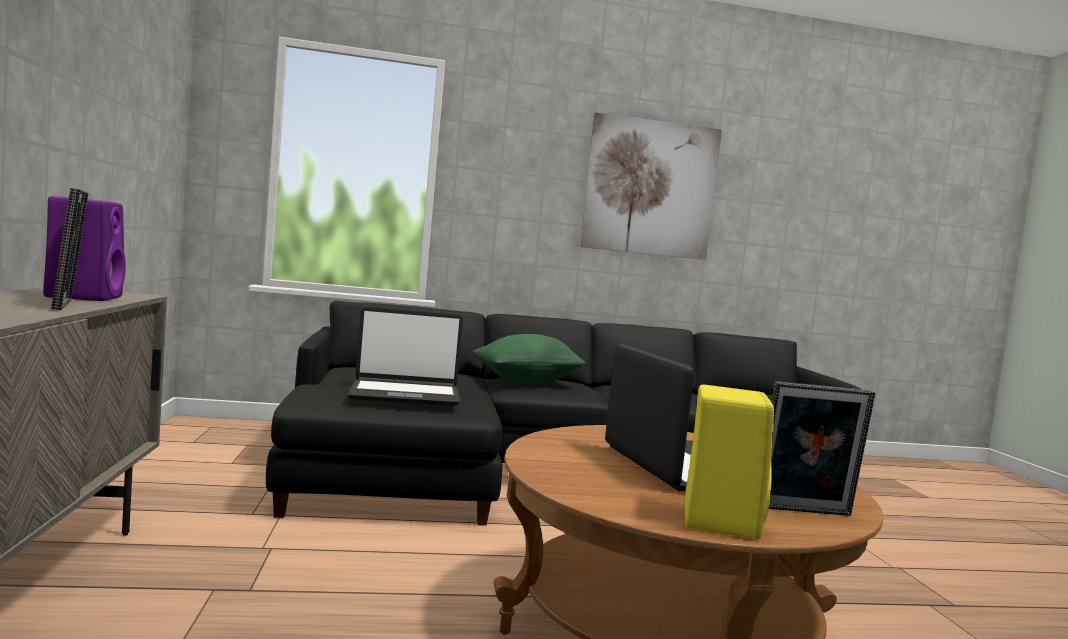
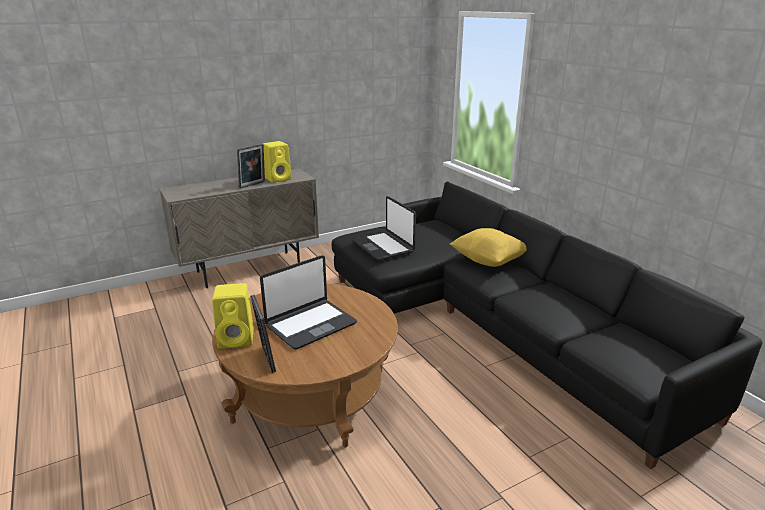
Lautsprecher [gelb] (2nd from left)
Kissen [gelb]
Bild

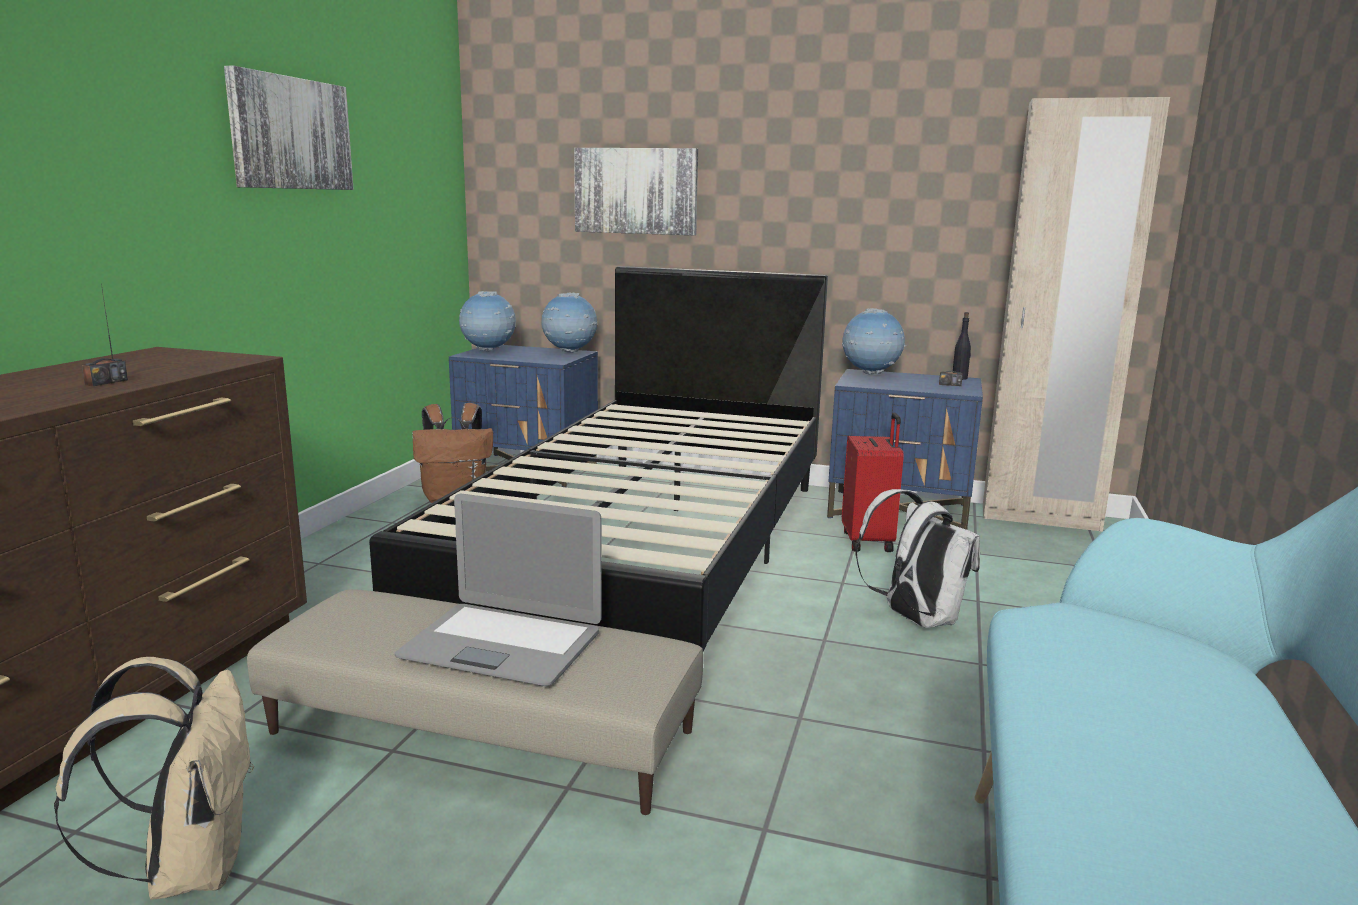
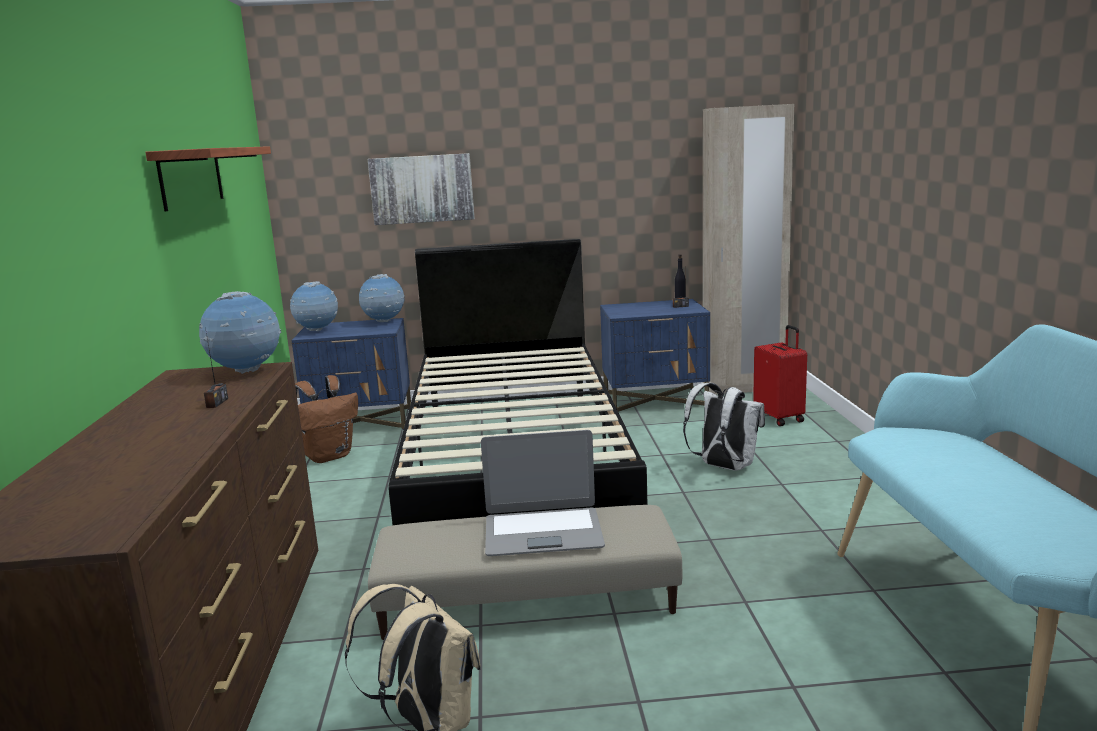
Wandregal
Globus (1st from left)
Koffer [rot]

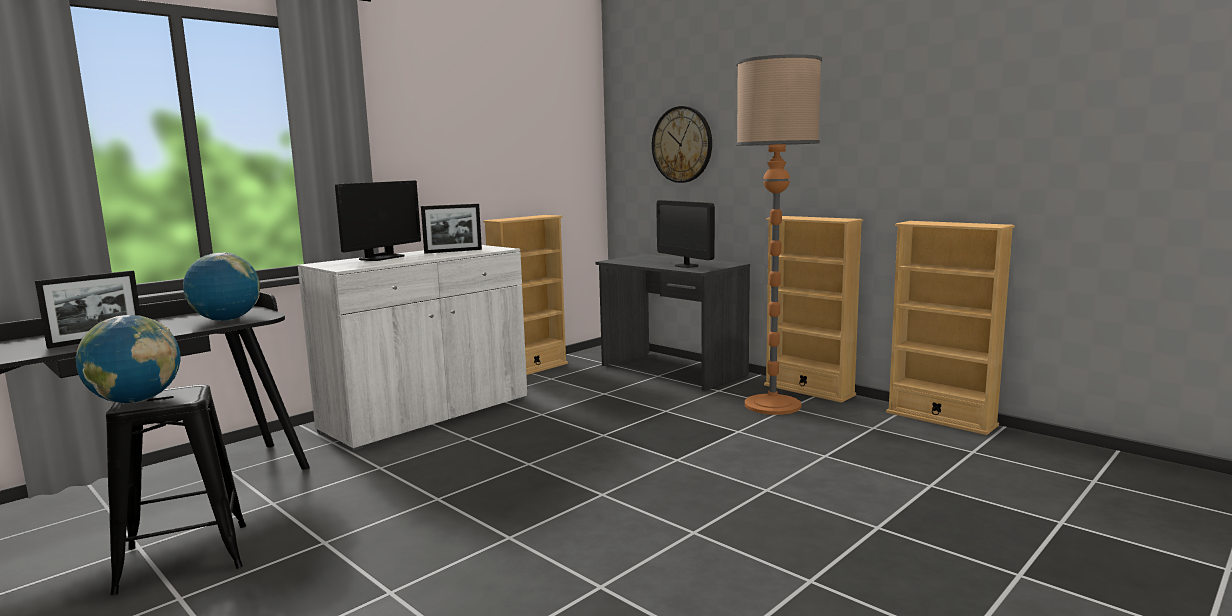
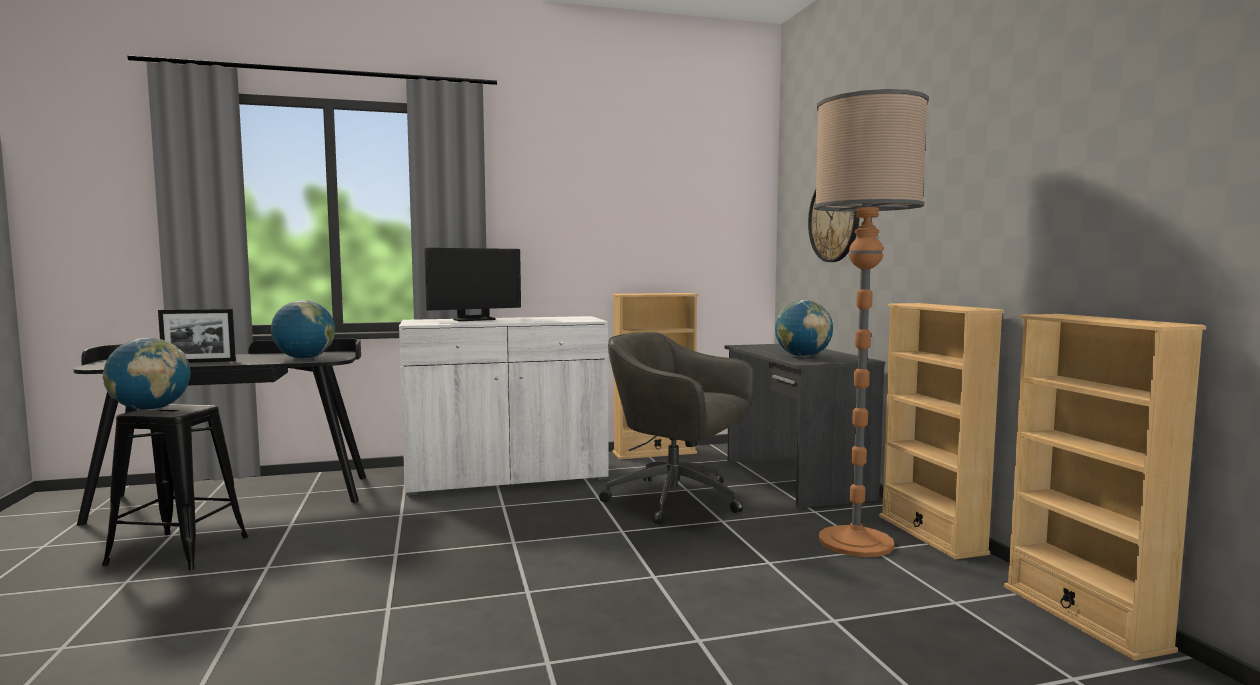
Bürostuhl [grau]
Globus (3rd from left)
Bilderrahmen (2nd from left in the first image)

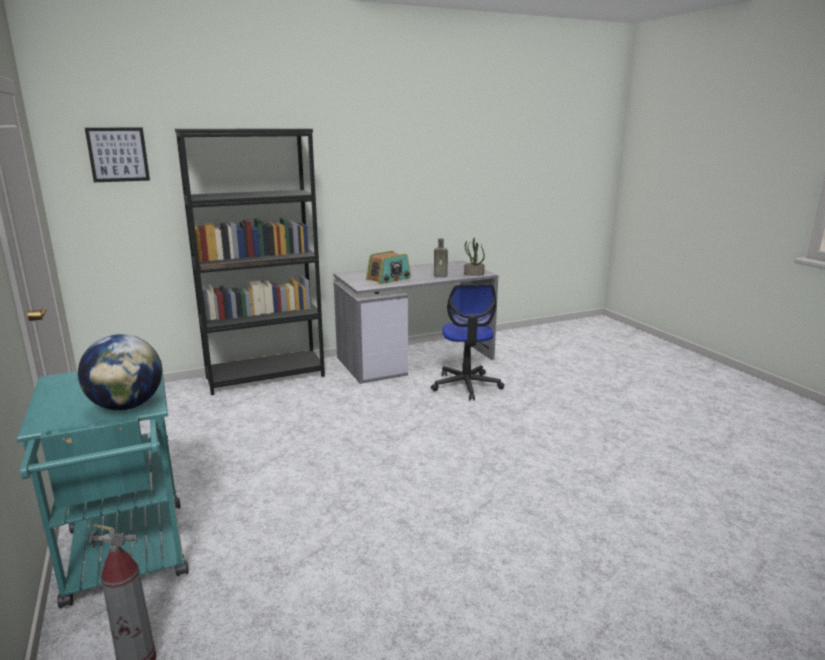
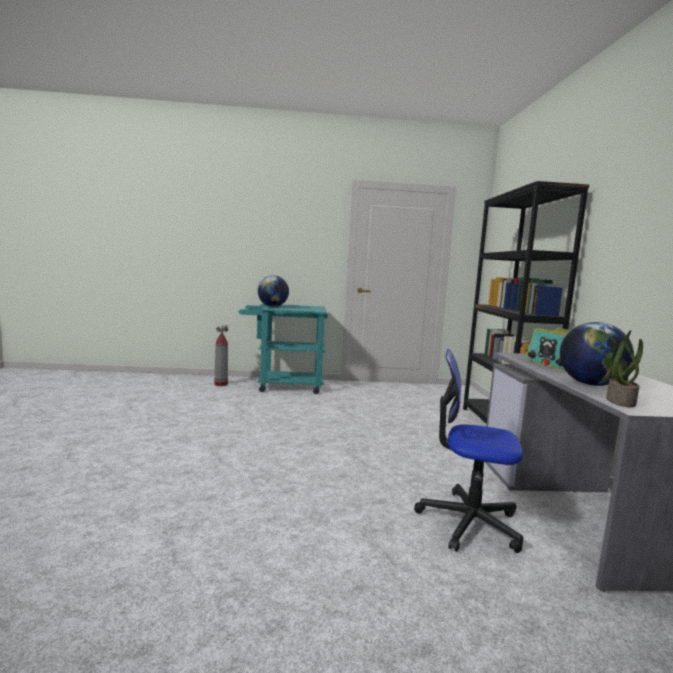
Globus (2nd from left)
Bild

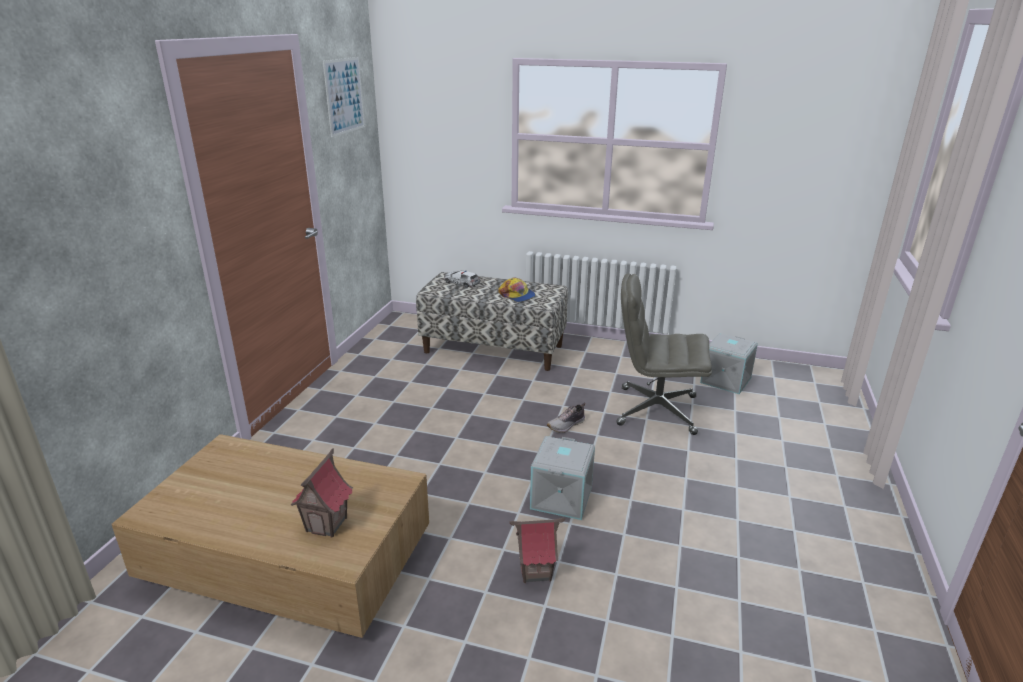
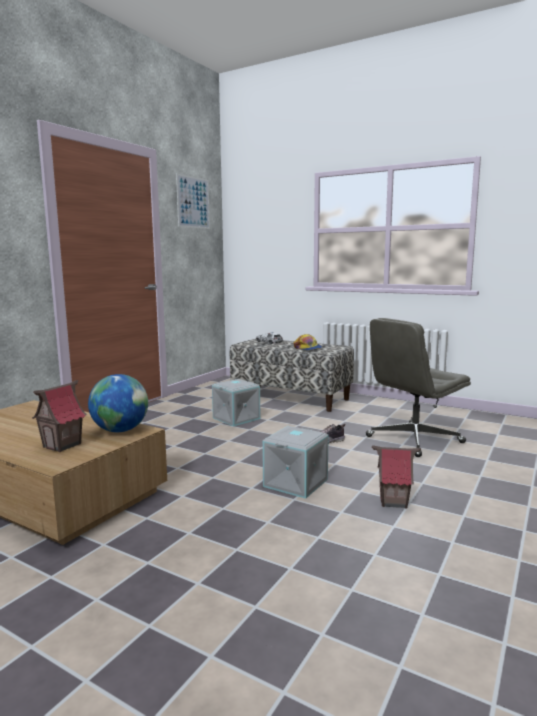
Globus
Aufbewahrungsbox [grau] (1st from left)
Bürostuhl [grau]
Spielzeughaus (2nd from left)

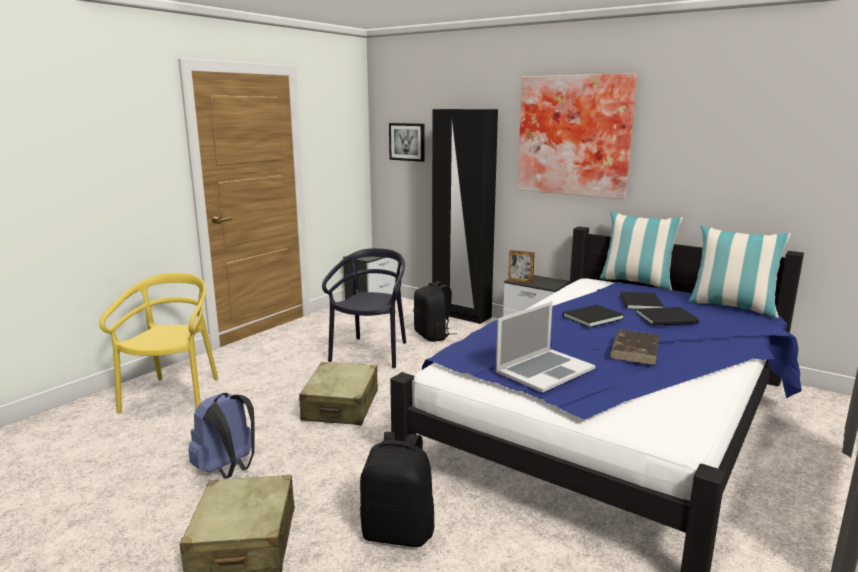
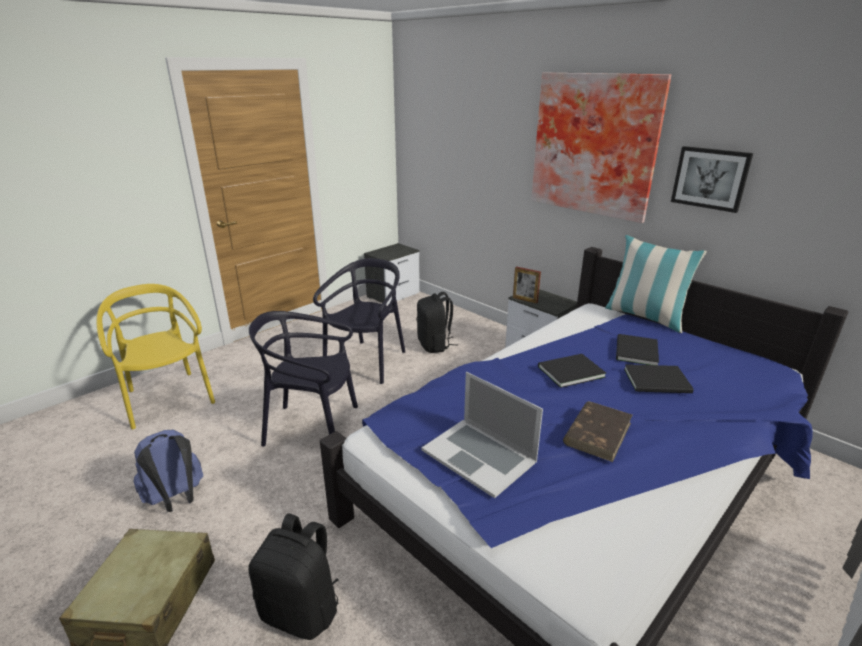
Stuhl [gelb]
Stuhl [schwarz] (1st from left)
Laptop
Bild (2nd from left)
Kleiderschrank [schwarz]
Kissen (2nd from left in the first image)

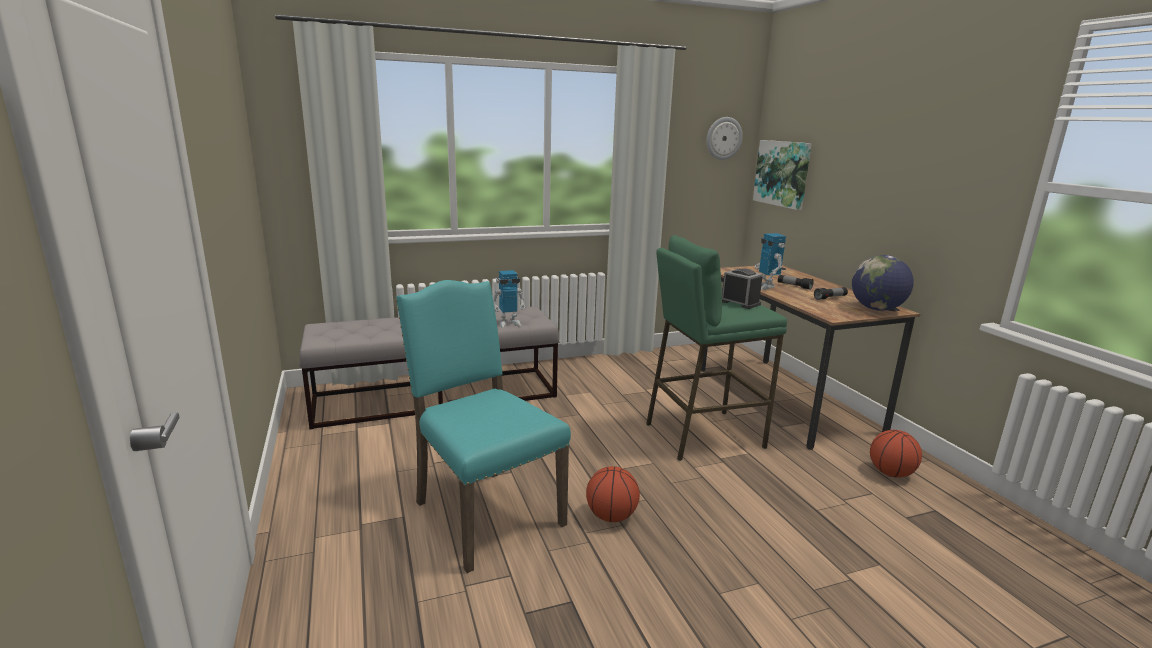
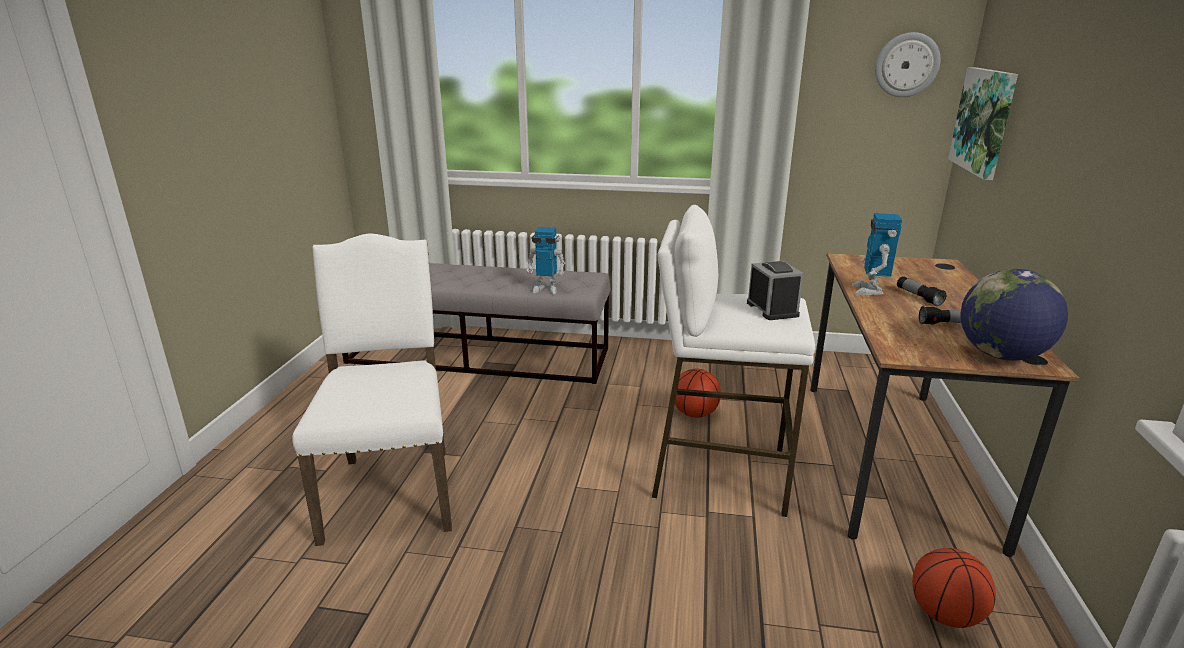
Stuhl [weiß]
Hocker [weiß]
Basketball (1st from left)

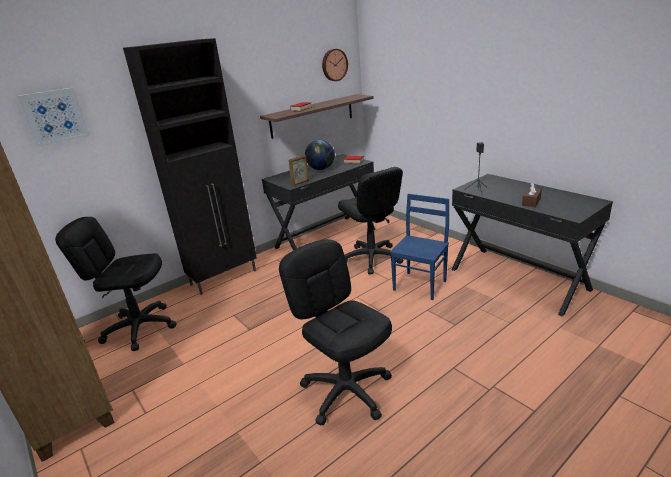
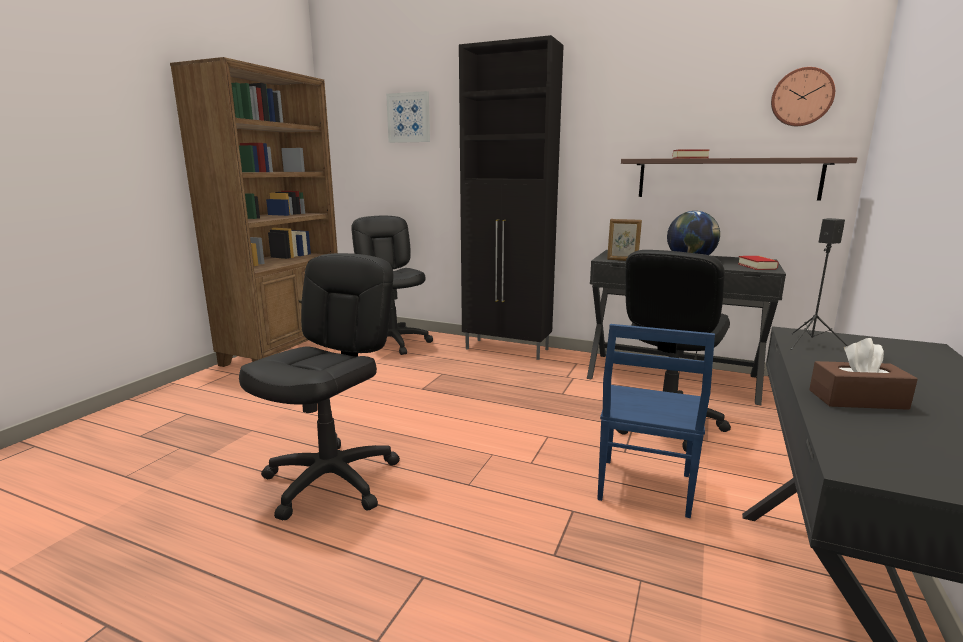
Stuhl [blau]

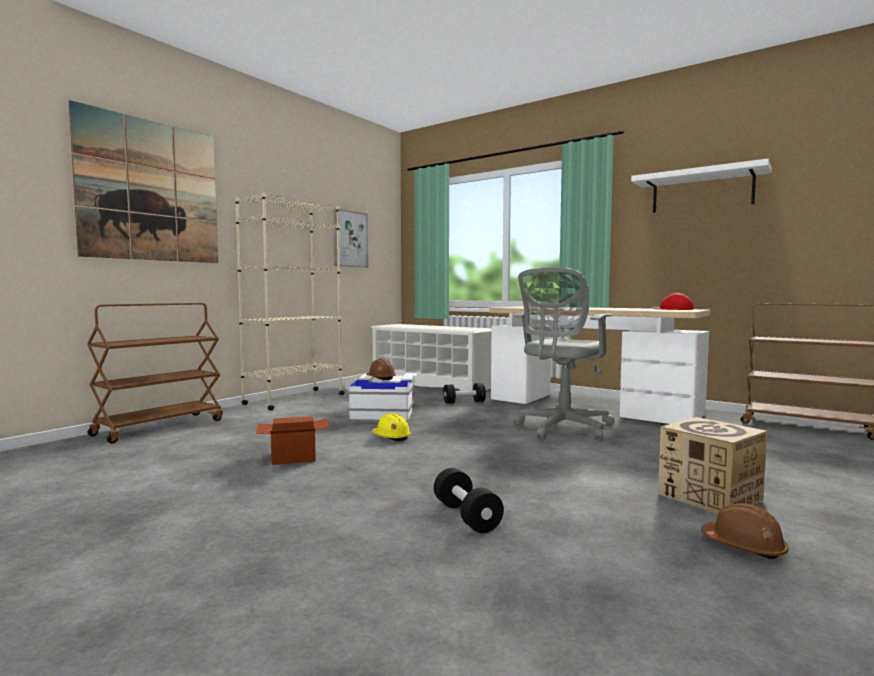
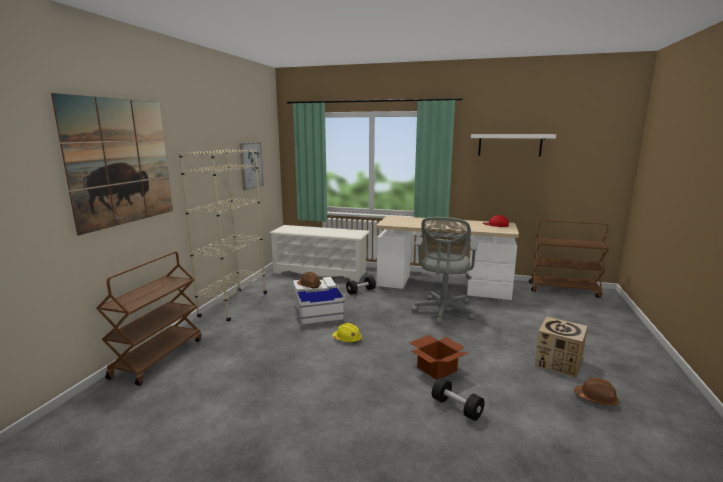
Karton (1st from left)

